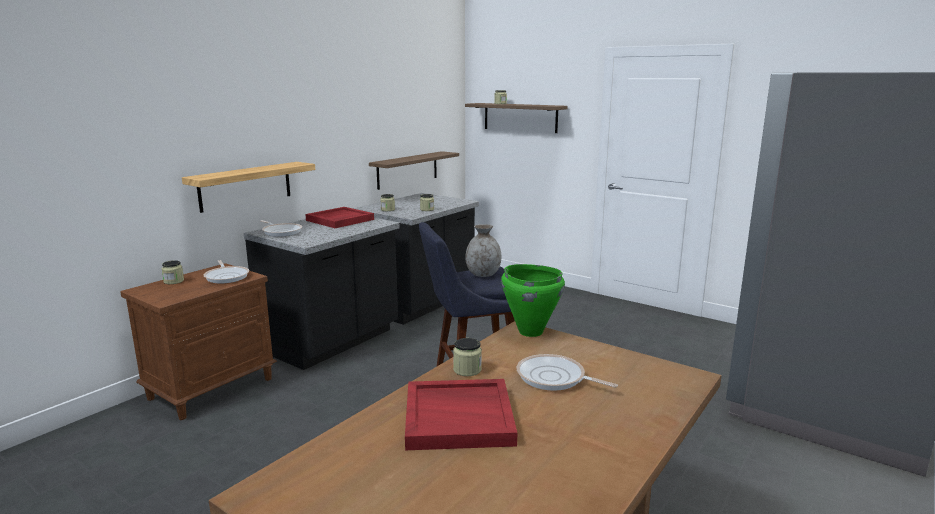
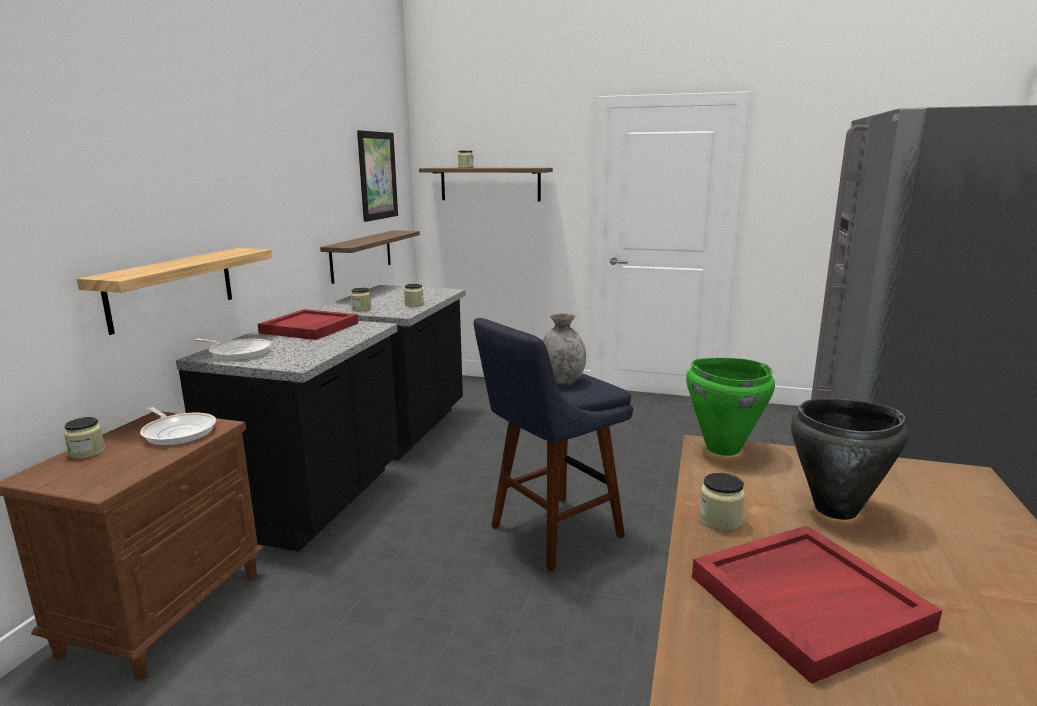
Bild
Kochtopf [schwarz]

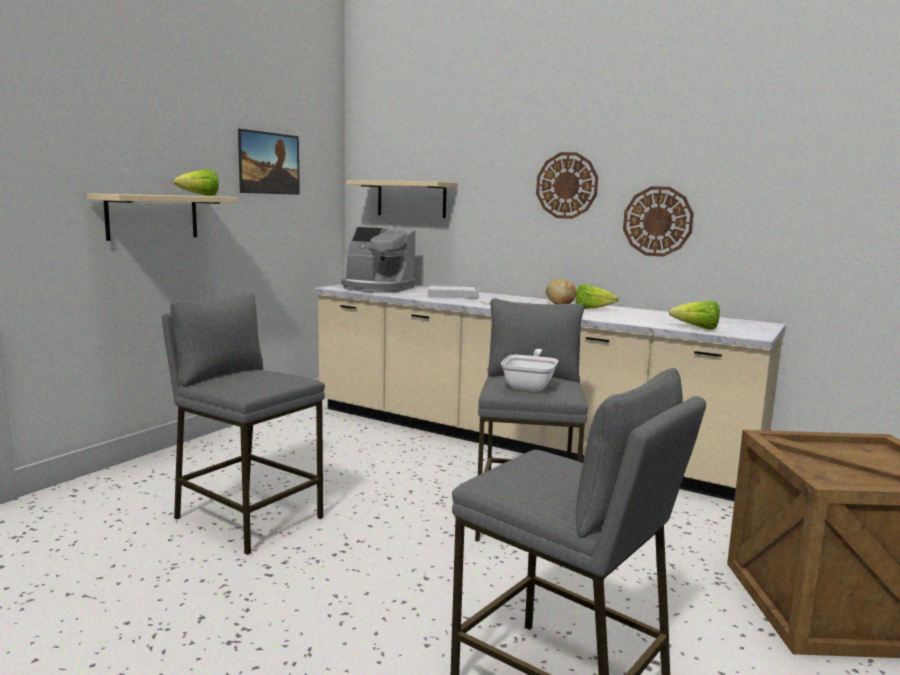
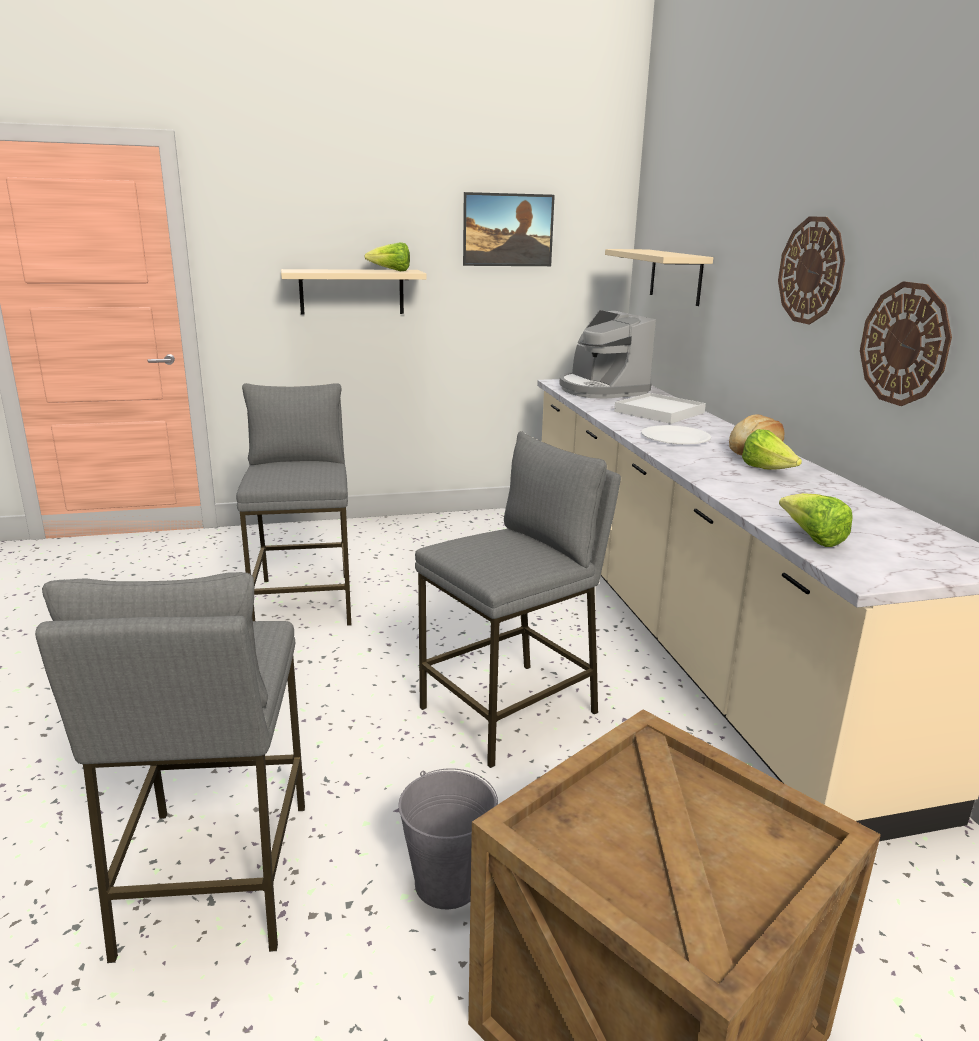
Eimer [grau]
Pfanne

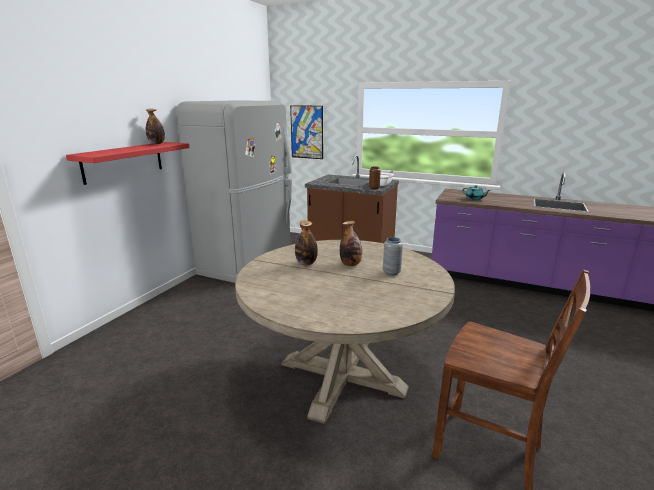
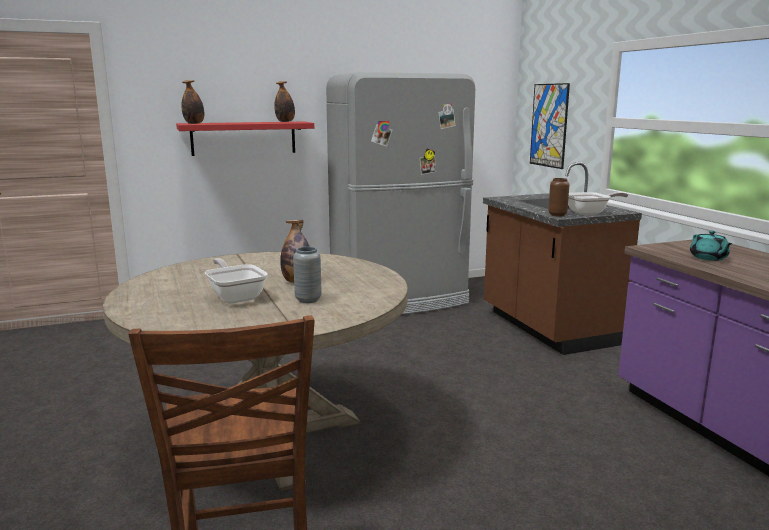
Flasche (1st from left)
Pfanne (1st from left)

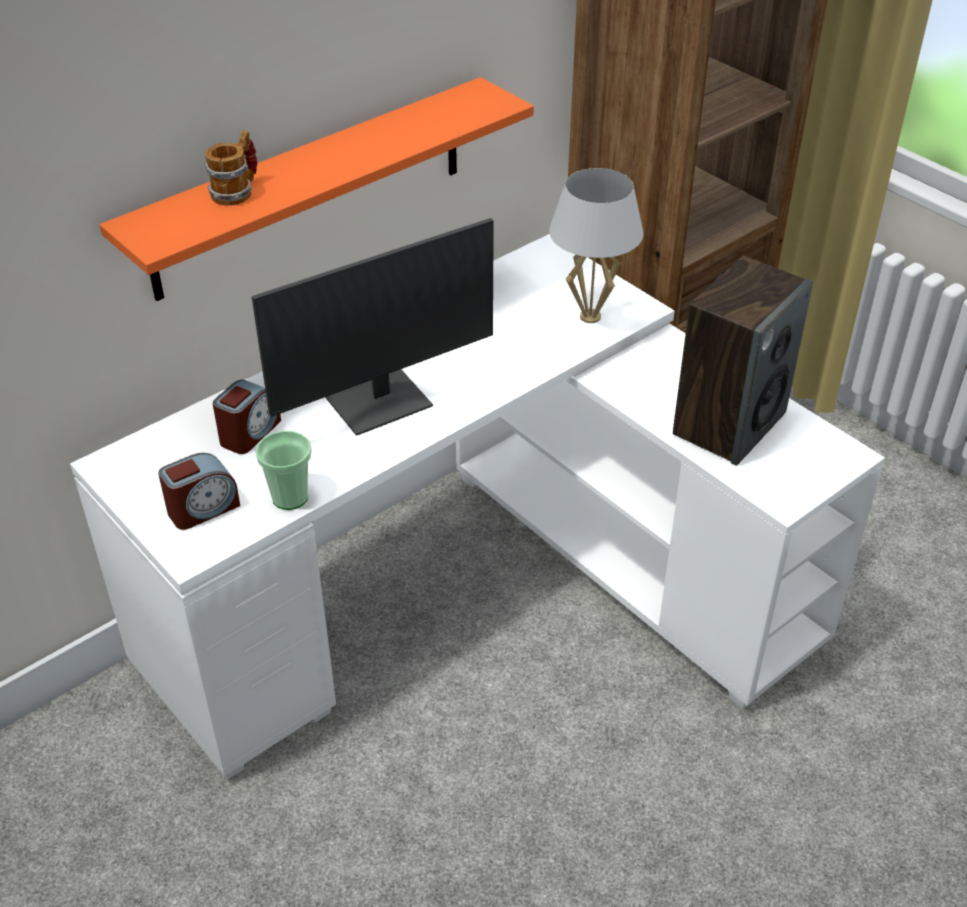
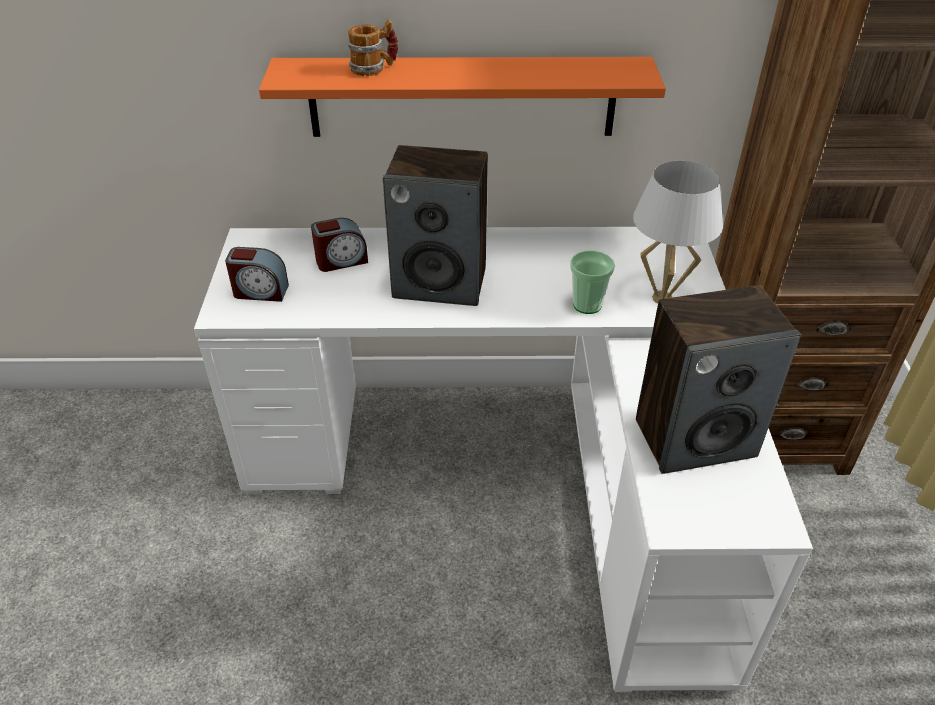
Lautsprecher (1st from left)
Tasse

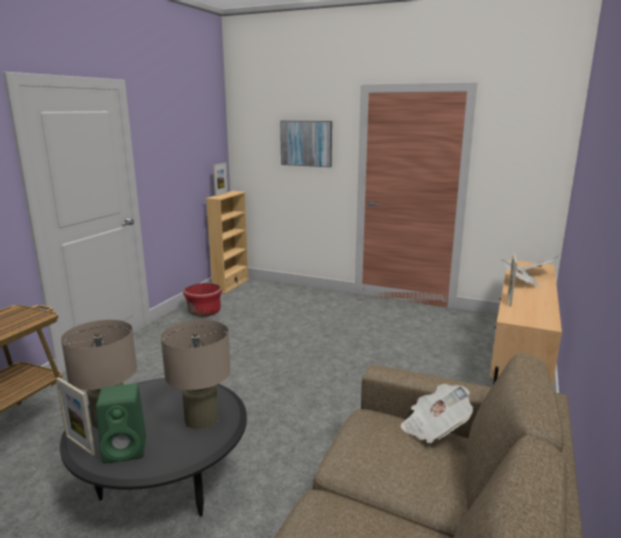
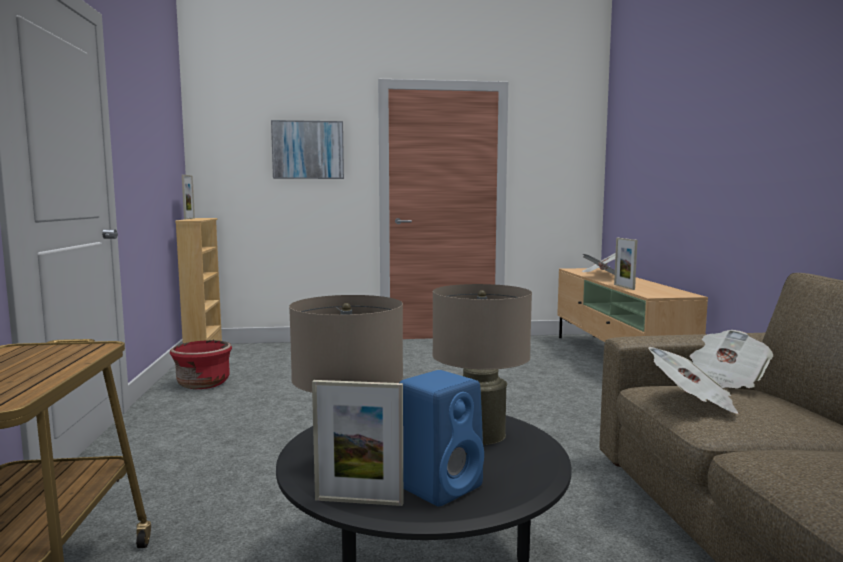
Lautsprecher [blau]
Zeitung (3rd from left)

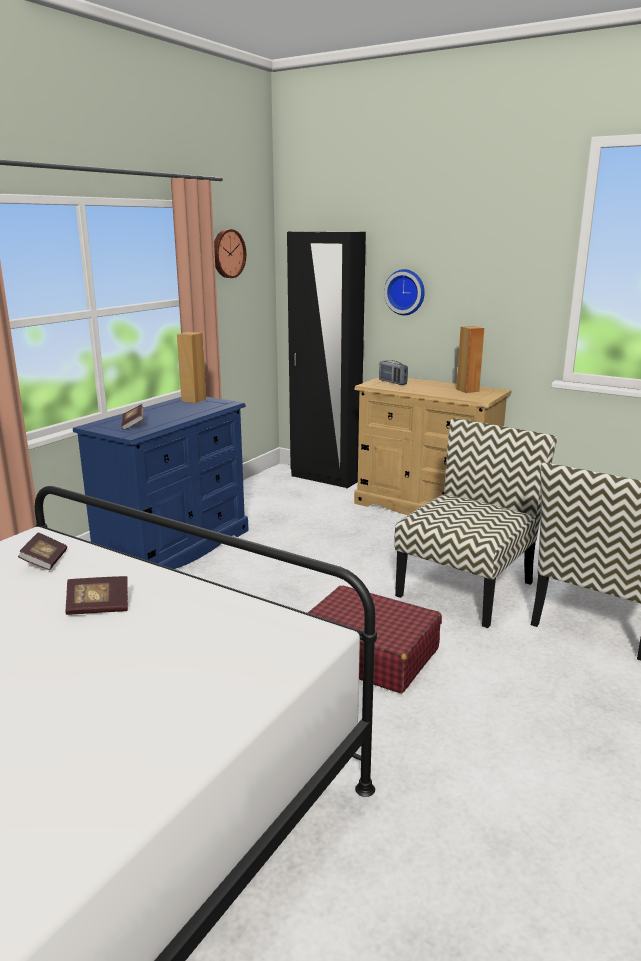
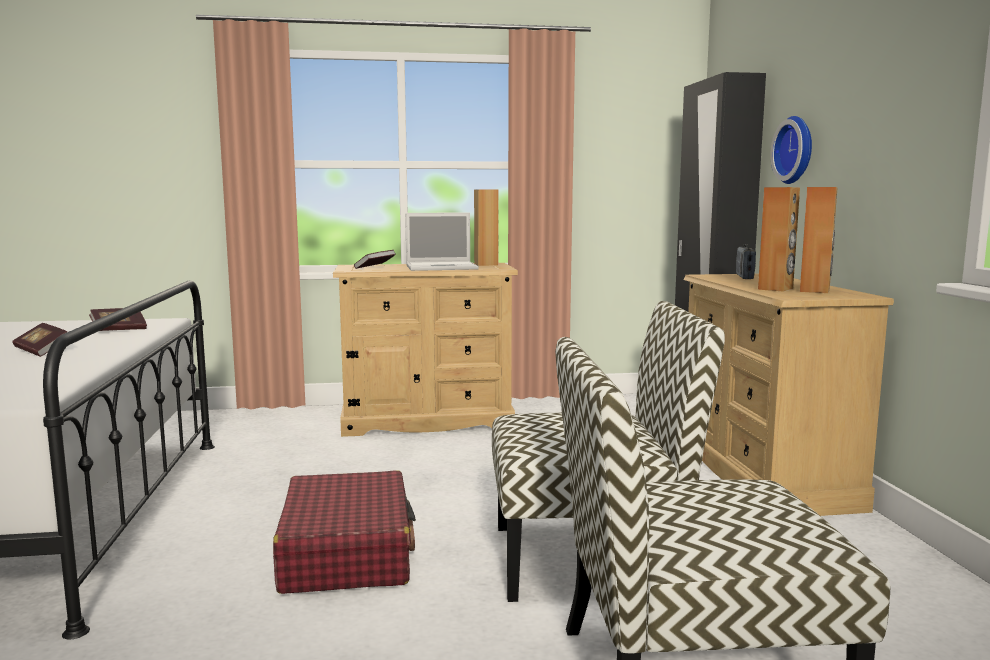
Kommode [beige] (1st from left)
Laptop
Lautsprecher [braun] (2nd from left)
Wanduhr (1st from left in the first image)

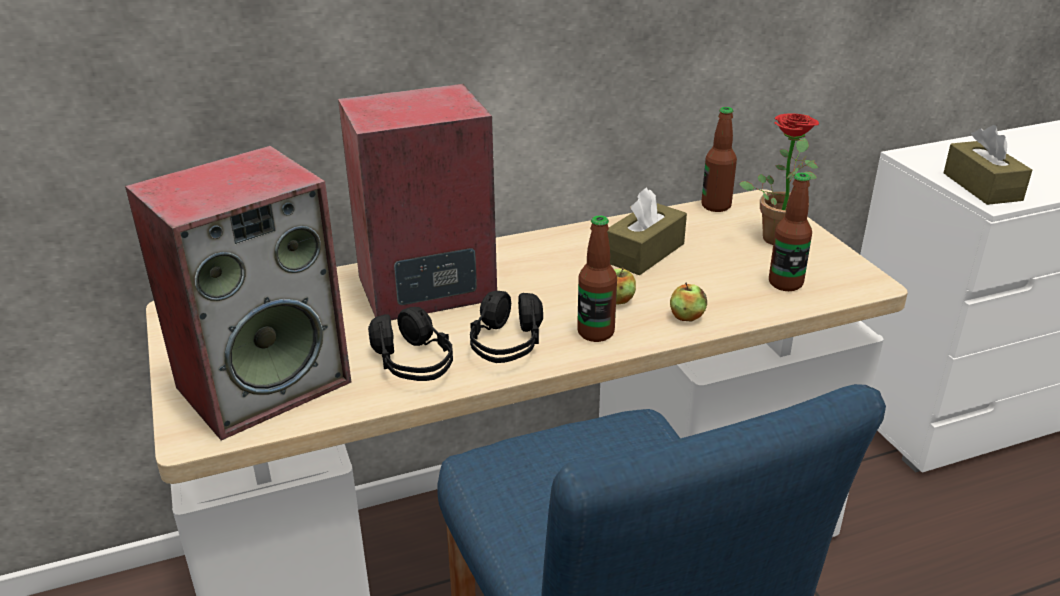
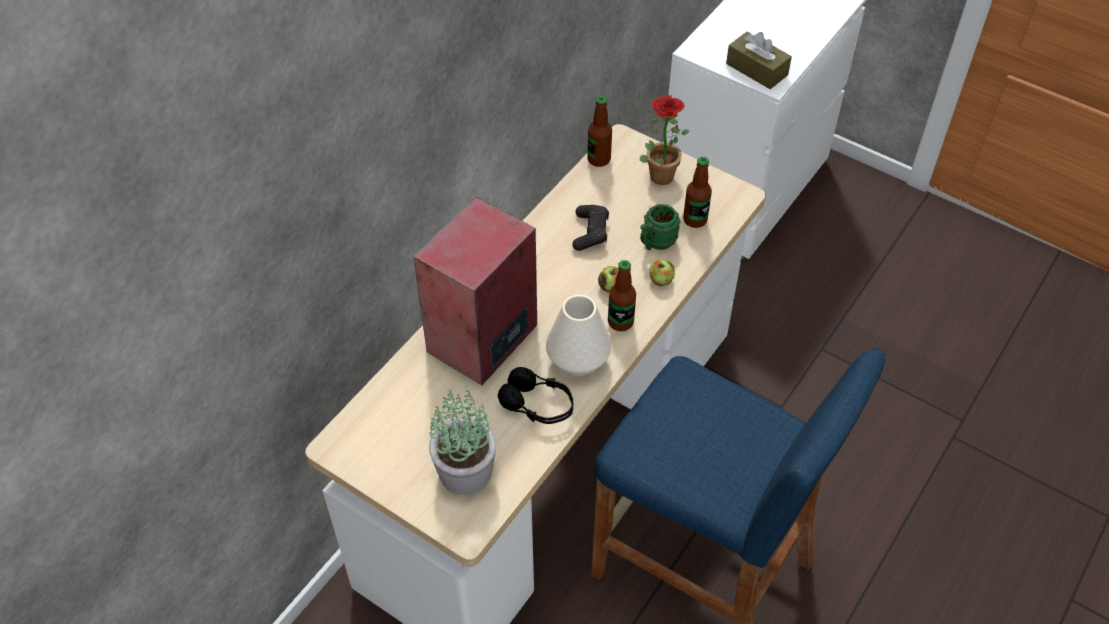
Topfpflanze (1st from left)
Vase [weiß]
Gamepad [schwarz]
Henkelbecher [grün]

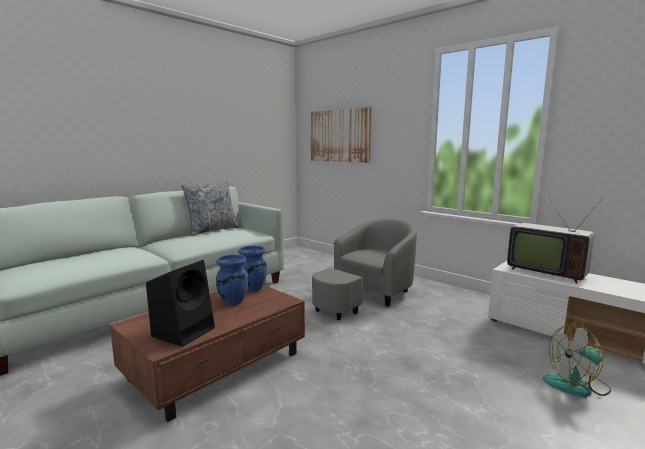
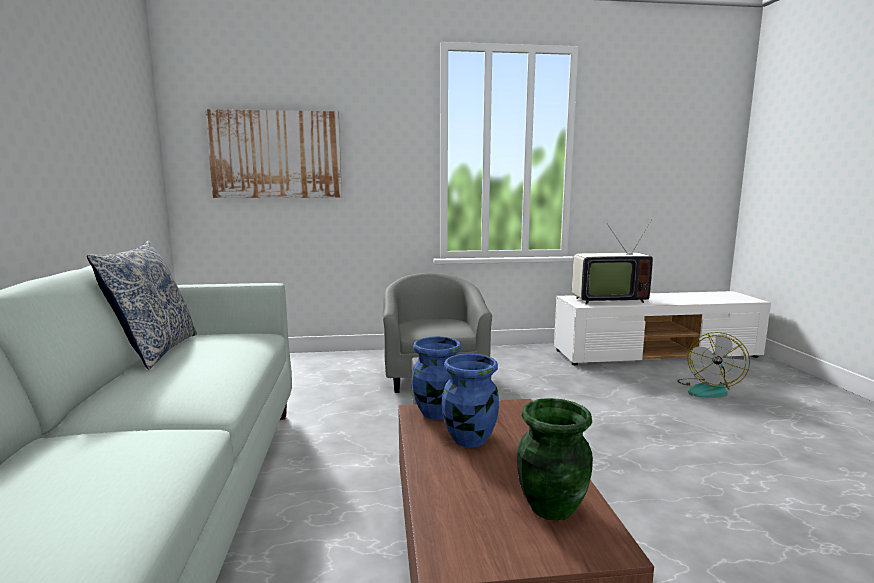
Vase [grün]

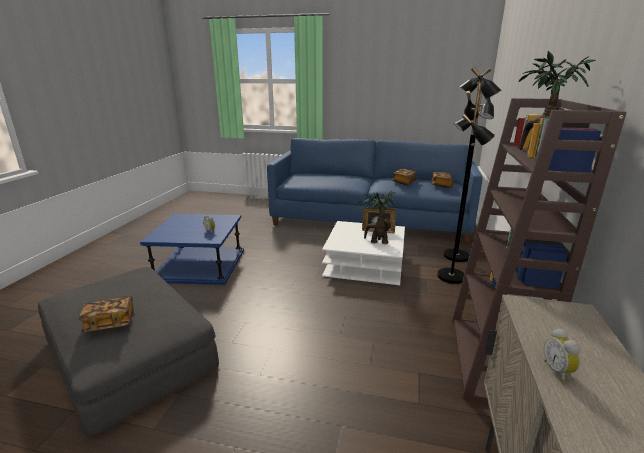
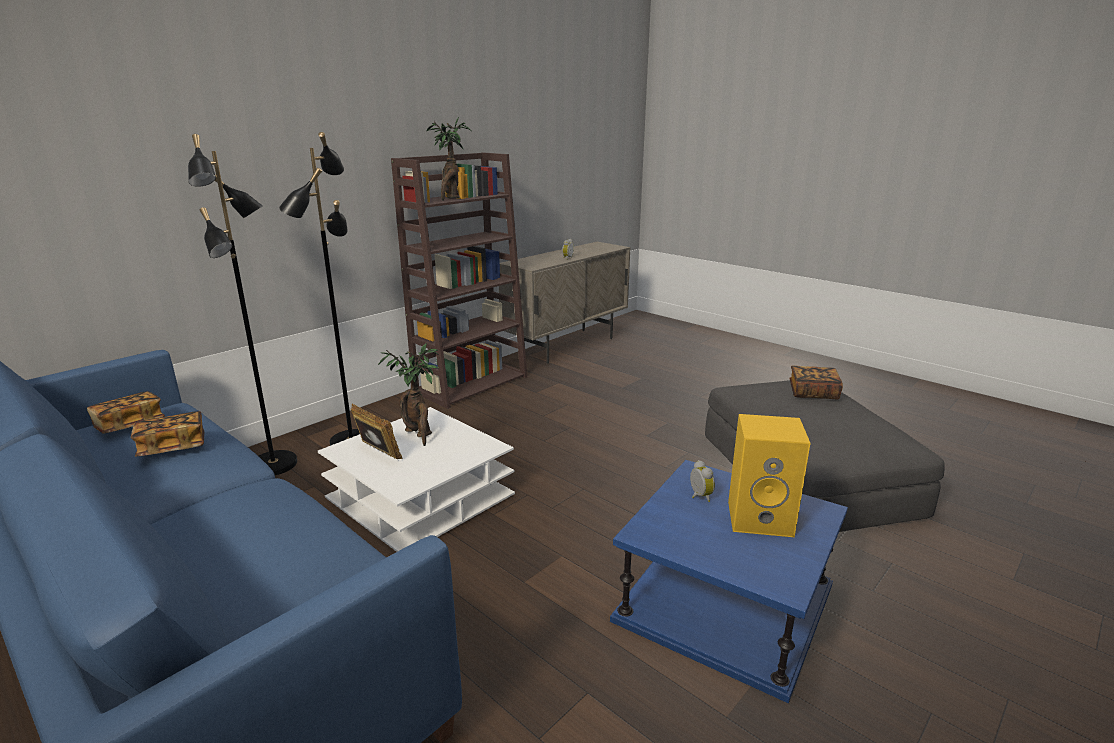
Lautsprecher [gelb]

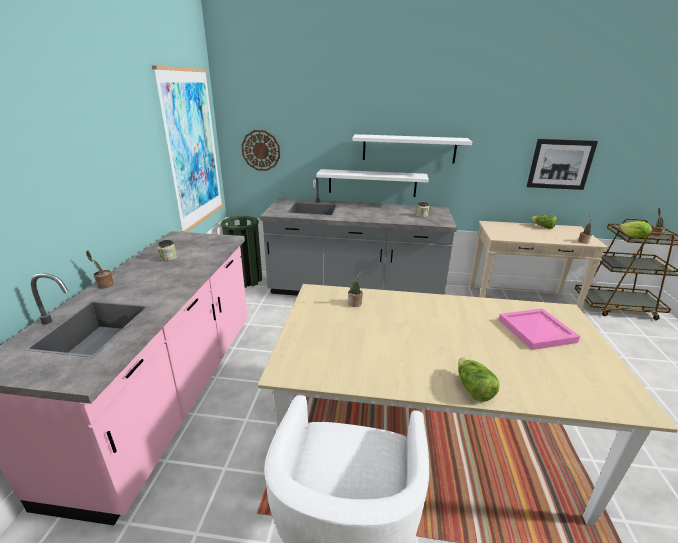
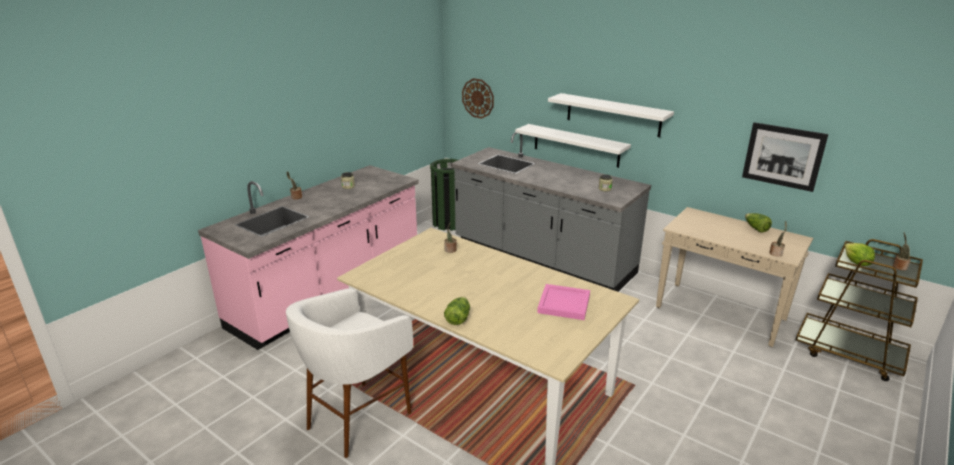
Bild (1st from left in the first image)

